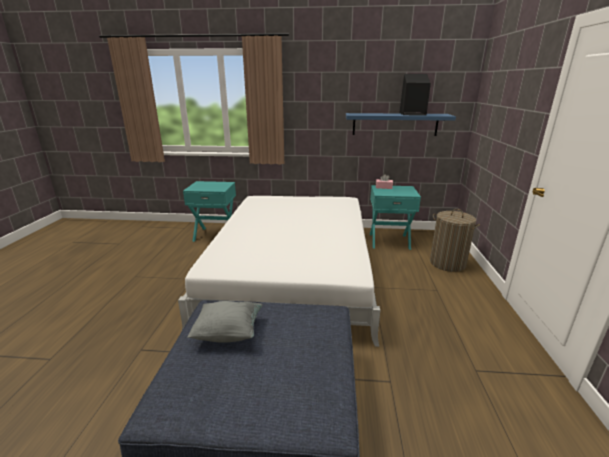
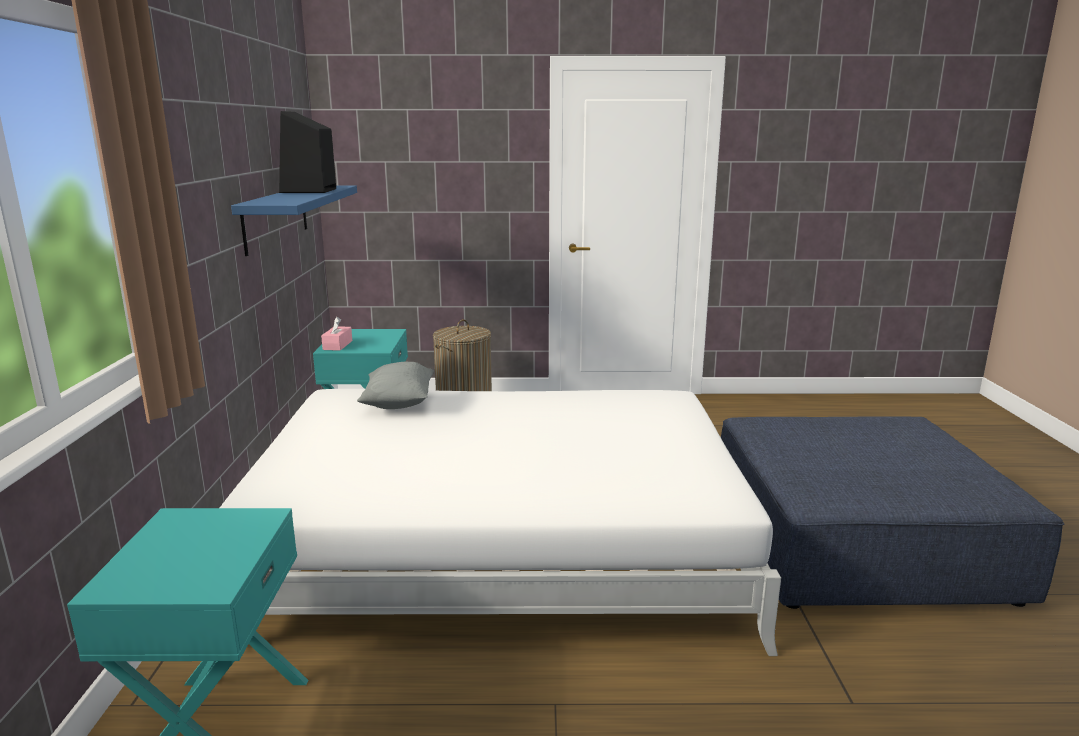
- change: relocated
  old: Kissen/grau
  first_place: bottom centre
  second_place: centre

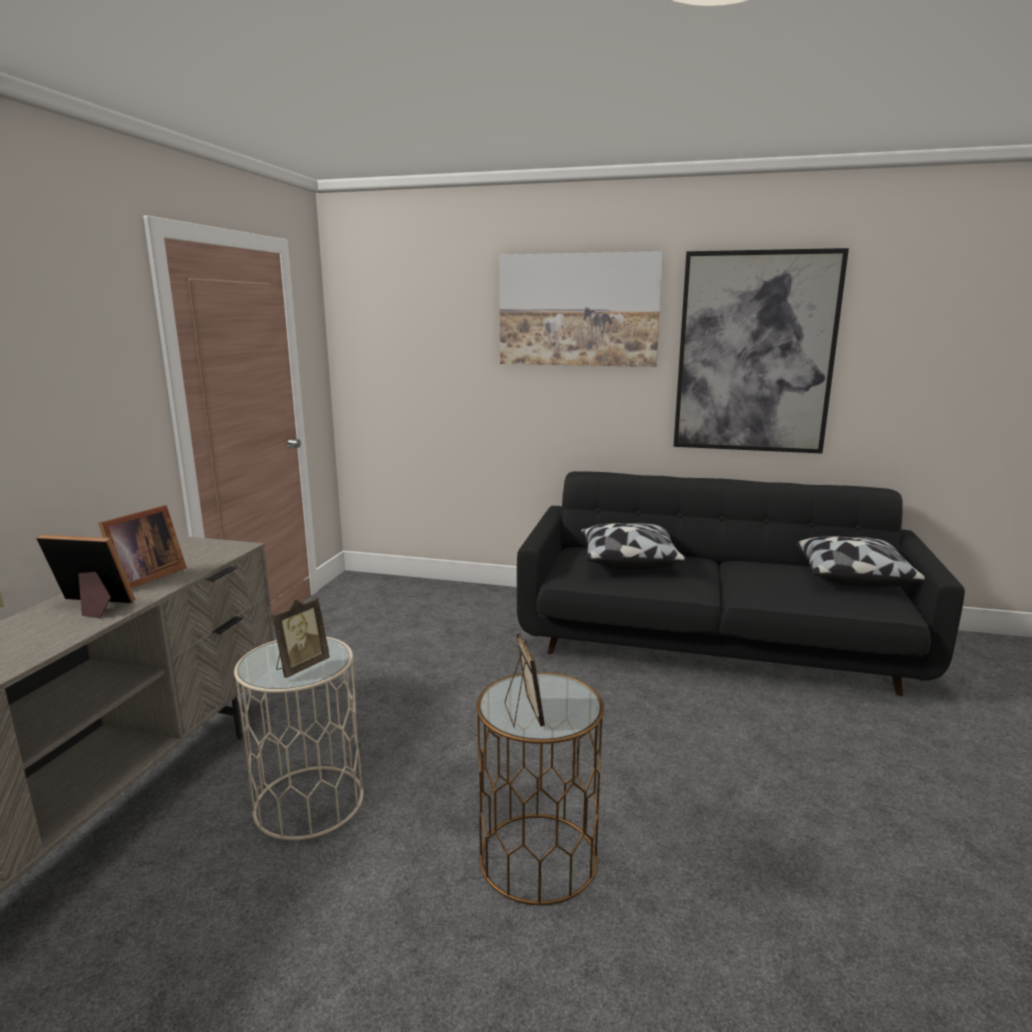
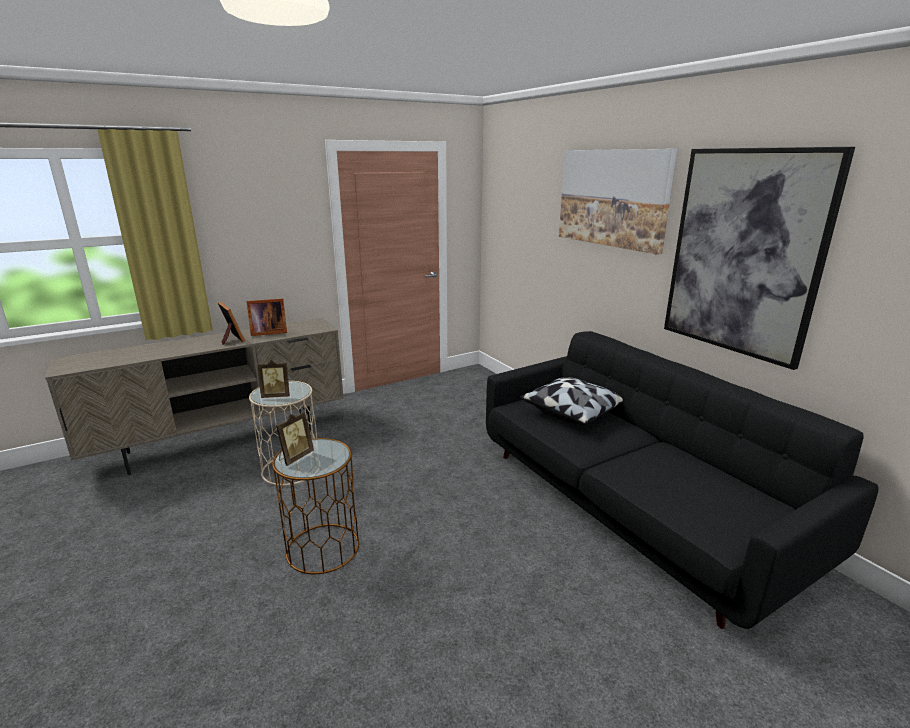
- change: missing
  old: Kissen (no. 2 from left)
  first_place: middle right

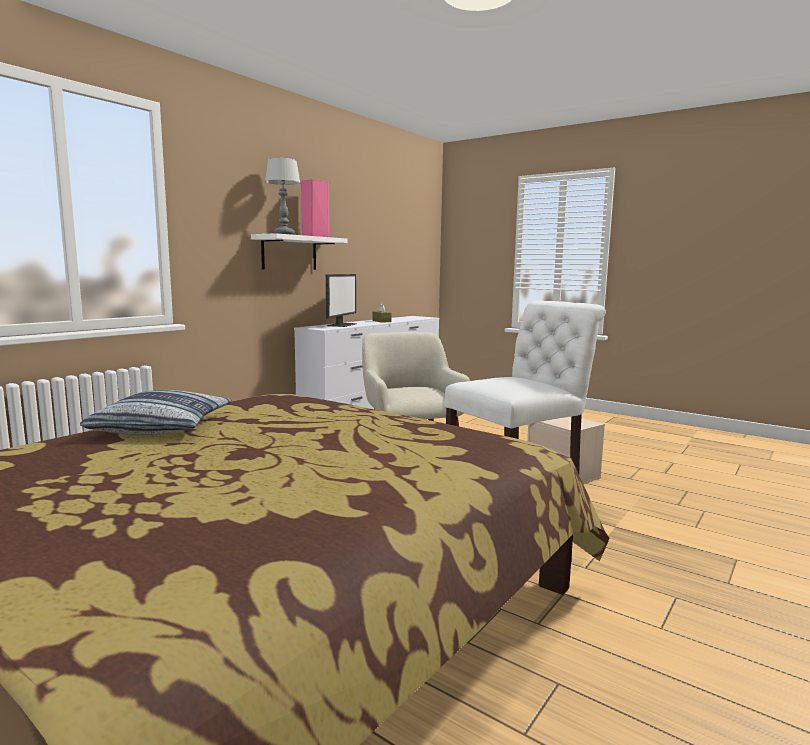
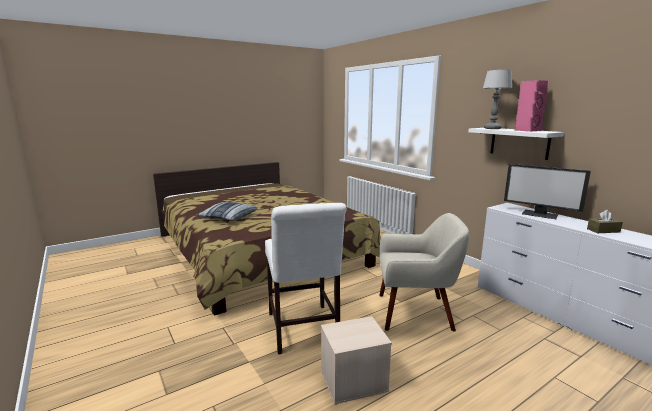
- change: relocated
  old: Kissen
  first_place: middle left
  second_place: centre

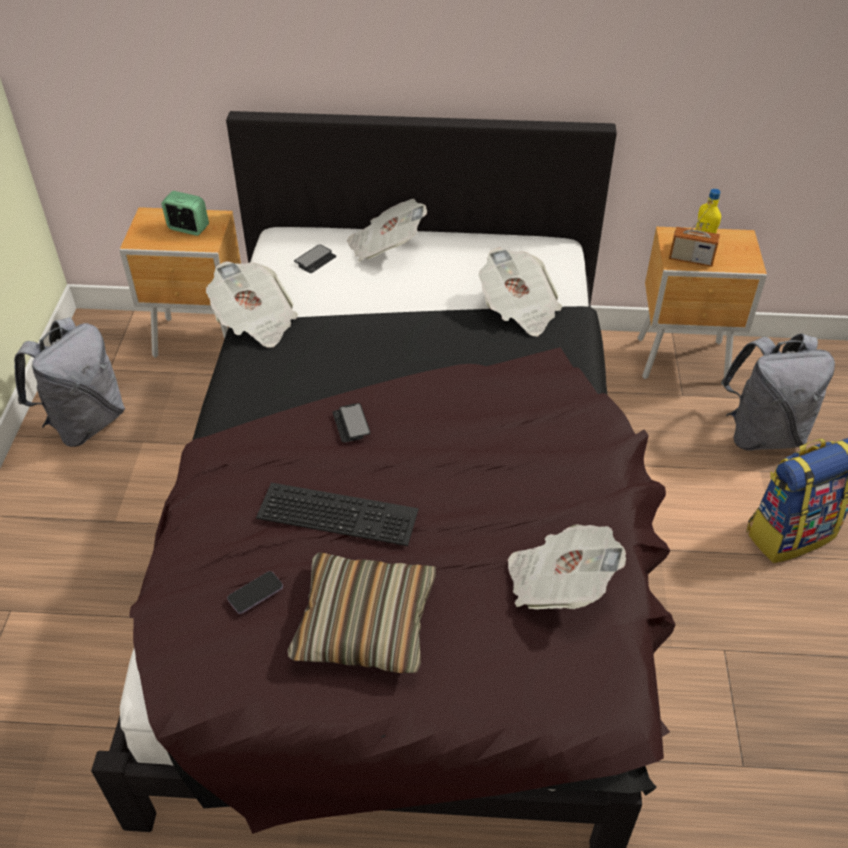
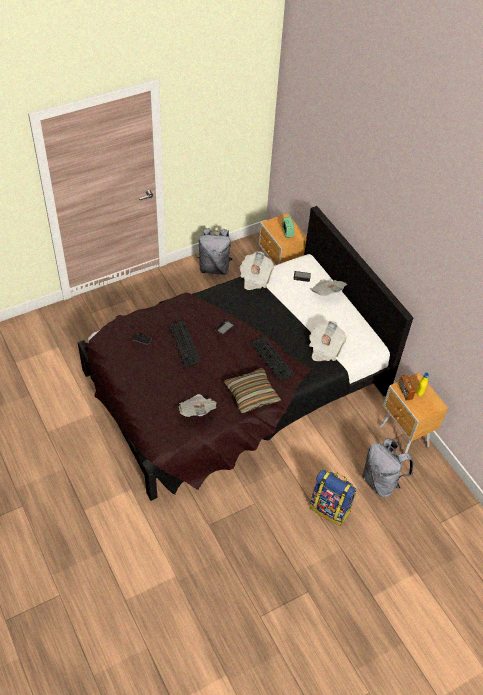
- change: relocated
  old: Kissen
  first_place: bottom centre
  second_place: centre
- change: appeared
  new: Tastatur (no. 2 from left)
  second_place: centre

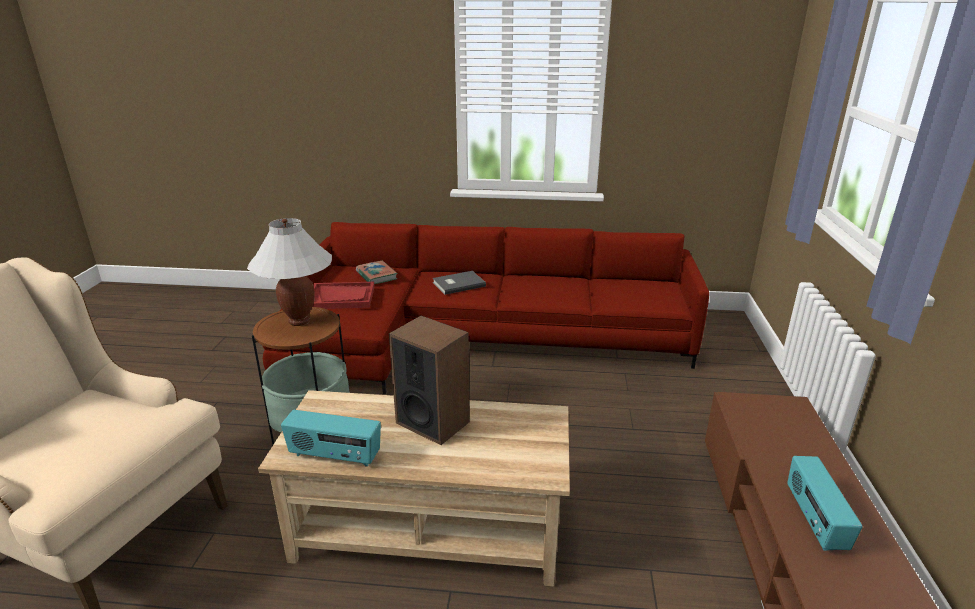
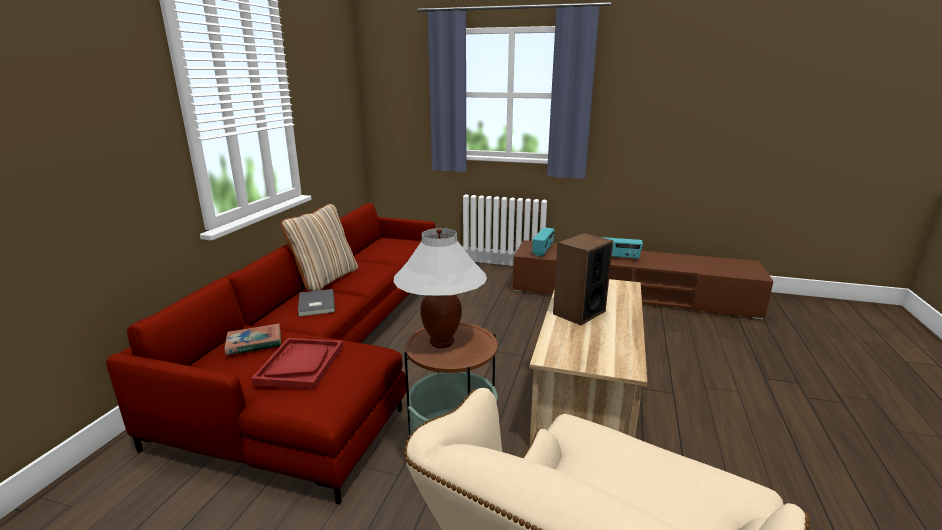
- change: relocated
  old: Radio (no. 1 from left)
  first_place: bottom centre
  second_place: centre
- change: appeared
  new: Kissen/beige
  second_place: centre

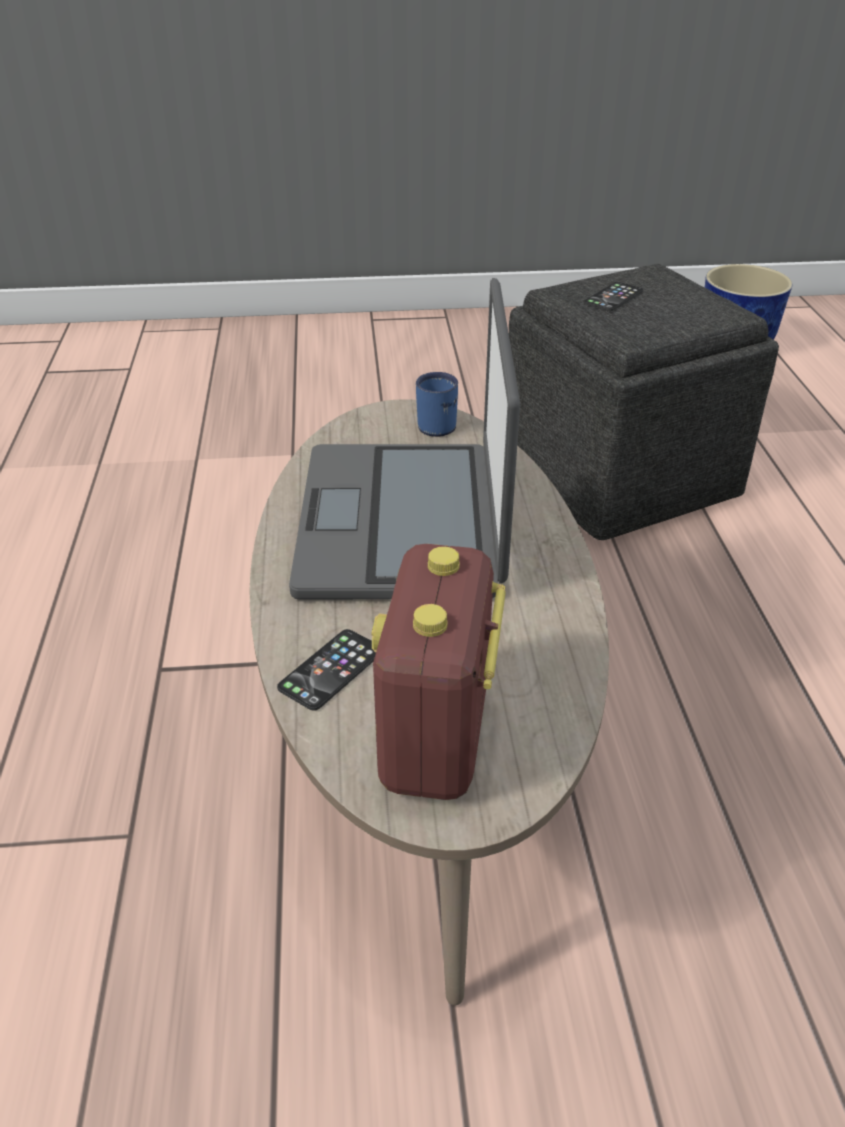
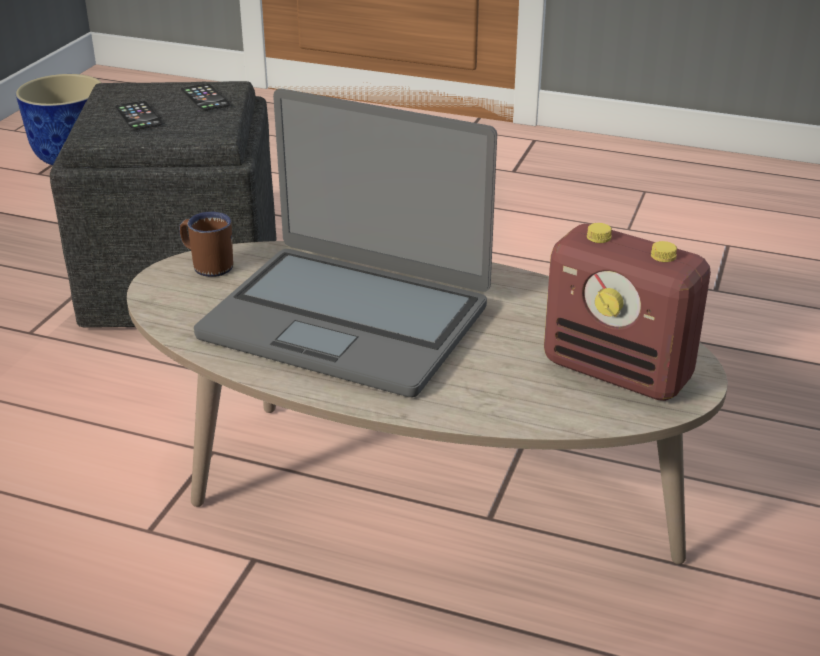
- change: relocated
  old: Handy (no. 1 from left in the first image)
  new: Handy (no. 2 from left)
  first_place: centre
  second_place: top left
- change: colour
  old: Henkelbecher/blau
  new: Henkelbecher/braun
  first_place: centre
  second_place: middle left

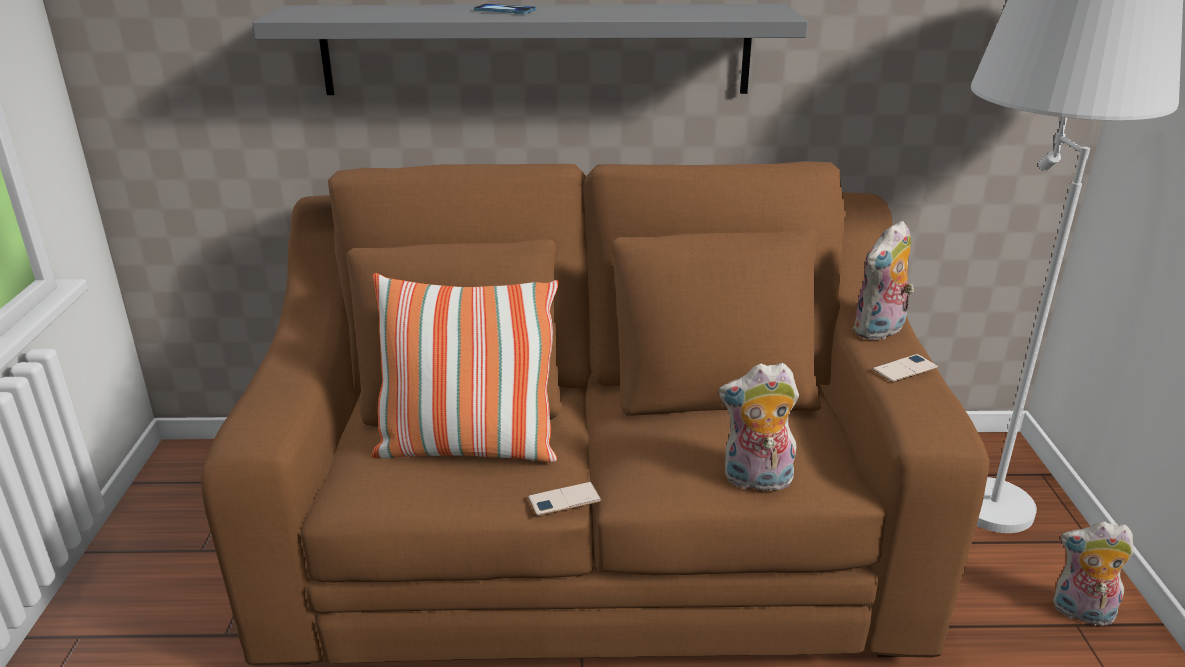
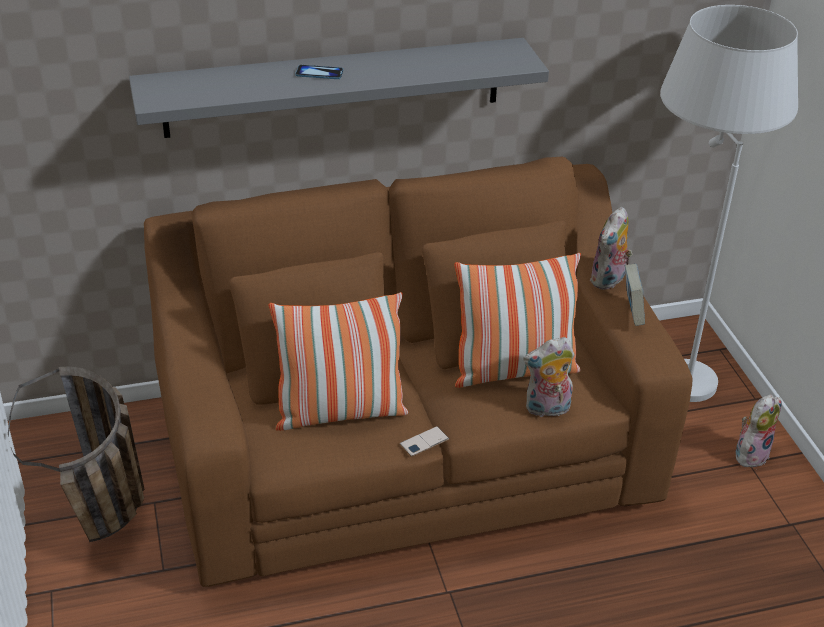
- change: exchanged
  old: Handy (no. 3 from left)
  new: Buch
  first_place: middle right
  second_place: middle right
- change: spun
  old: Plüschtier (no. 3 from left)
  first_place: bottom right
  second_place: bottom right
  degrees: 135
- change: appeared
  new: Korb
  second_place: bottom left
- change: appeared
  new: Kissen (no. 2 from left)
  second_place: centre

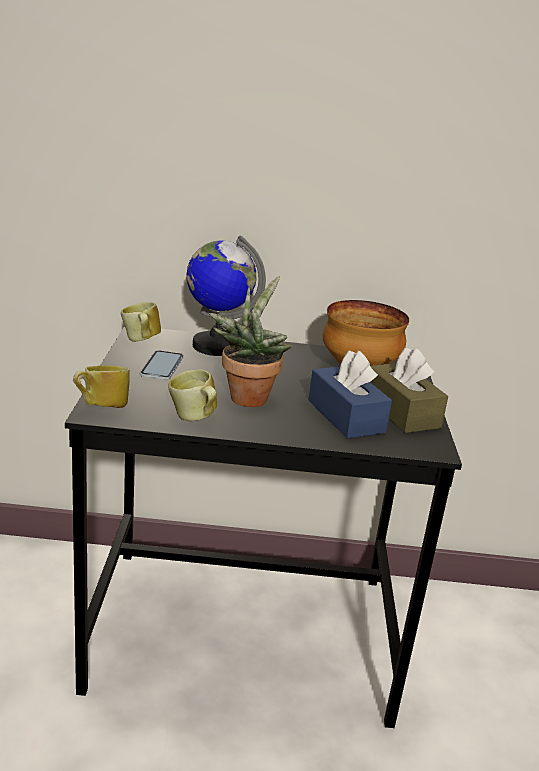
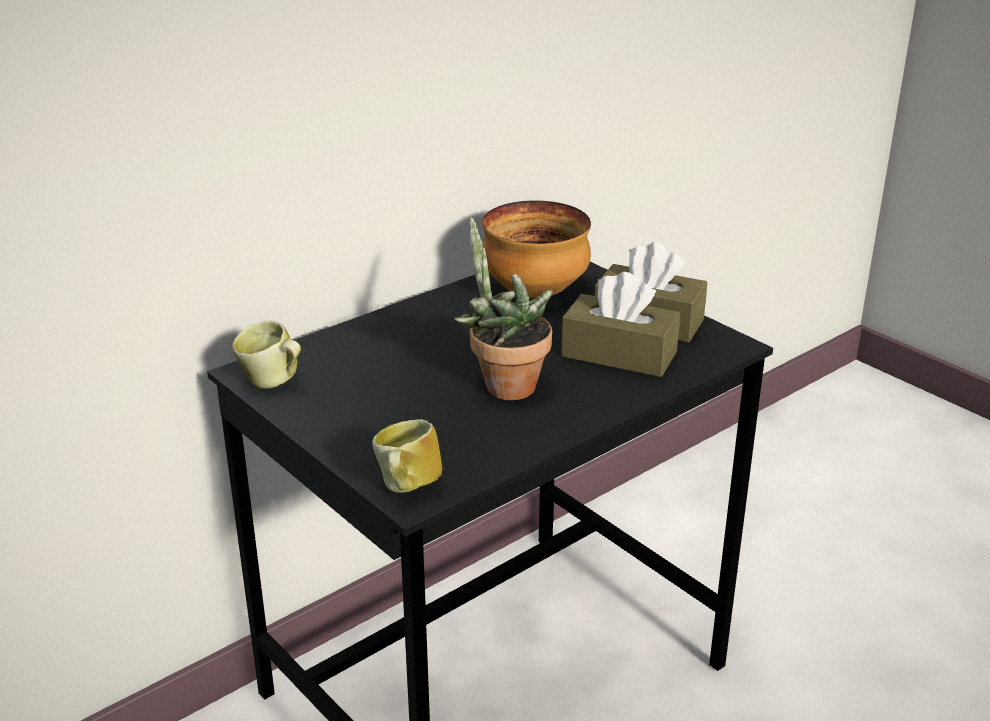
- change: missing
  old: Handy
  first_place: middle left
- change: missing
  old: Henkelbecher (no. 3 from left)
  first_place: centre
- change: missing
  old: Globus
  first_place: centre
- change: colour
  old: Taschentuchbox/blau
  new: Taschentuchbox/braun (no. 1 from left)
  first_place: centre
  second_place: centre

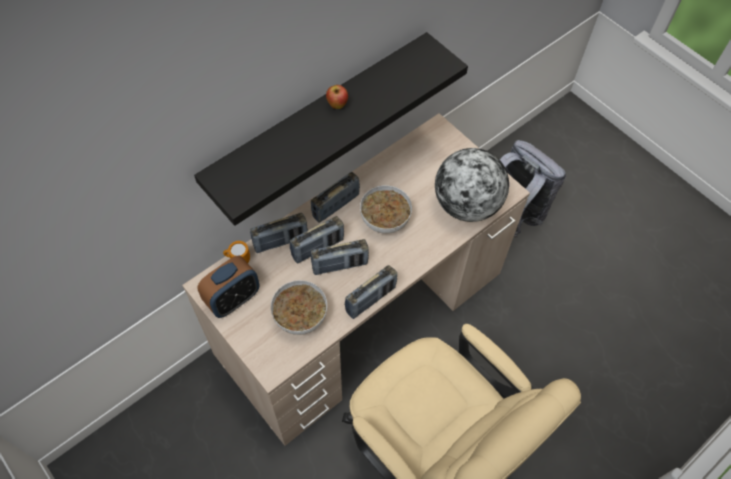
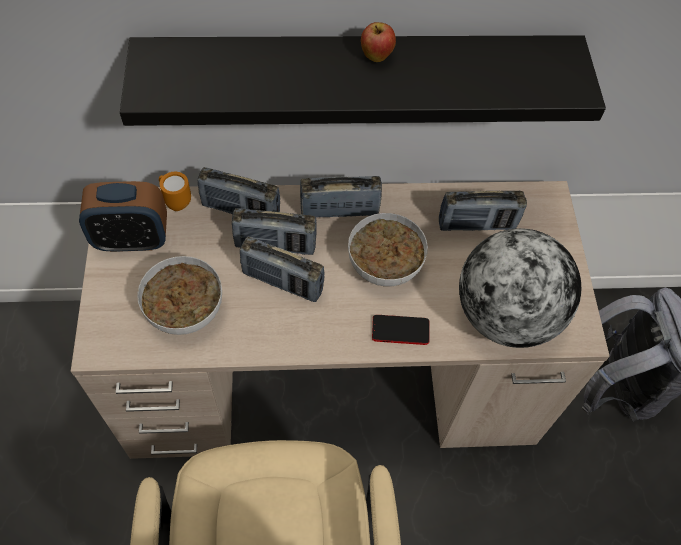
- change: relocated
  old: Radio (no. 5 from left)
  first_place: centre
  second_place: middle right
- change: appeared
  new: Handy
  second_place: centre

